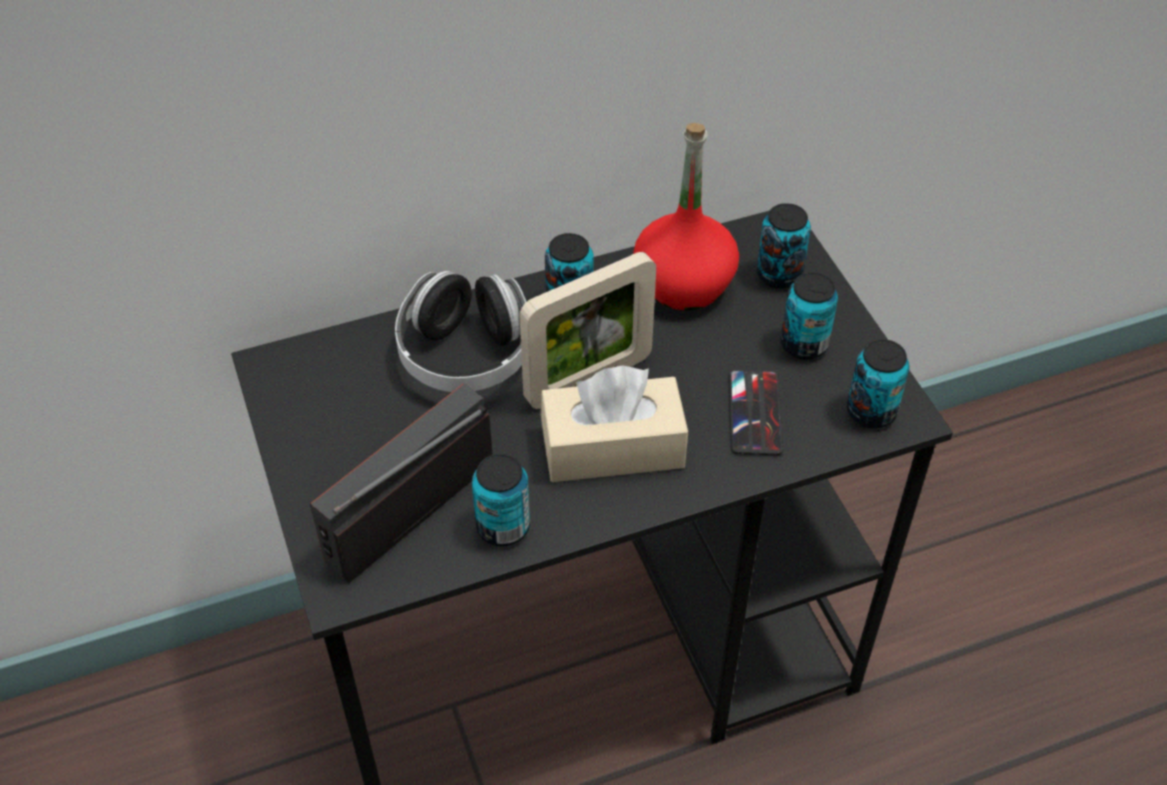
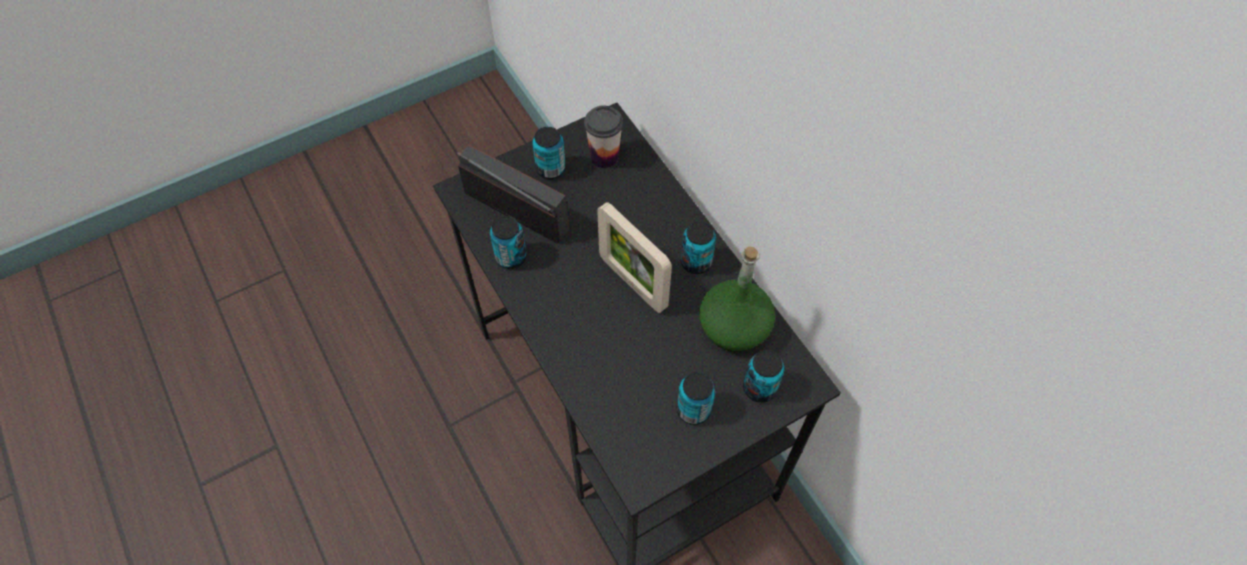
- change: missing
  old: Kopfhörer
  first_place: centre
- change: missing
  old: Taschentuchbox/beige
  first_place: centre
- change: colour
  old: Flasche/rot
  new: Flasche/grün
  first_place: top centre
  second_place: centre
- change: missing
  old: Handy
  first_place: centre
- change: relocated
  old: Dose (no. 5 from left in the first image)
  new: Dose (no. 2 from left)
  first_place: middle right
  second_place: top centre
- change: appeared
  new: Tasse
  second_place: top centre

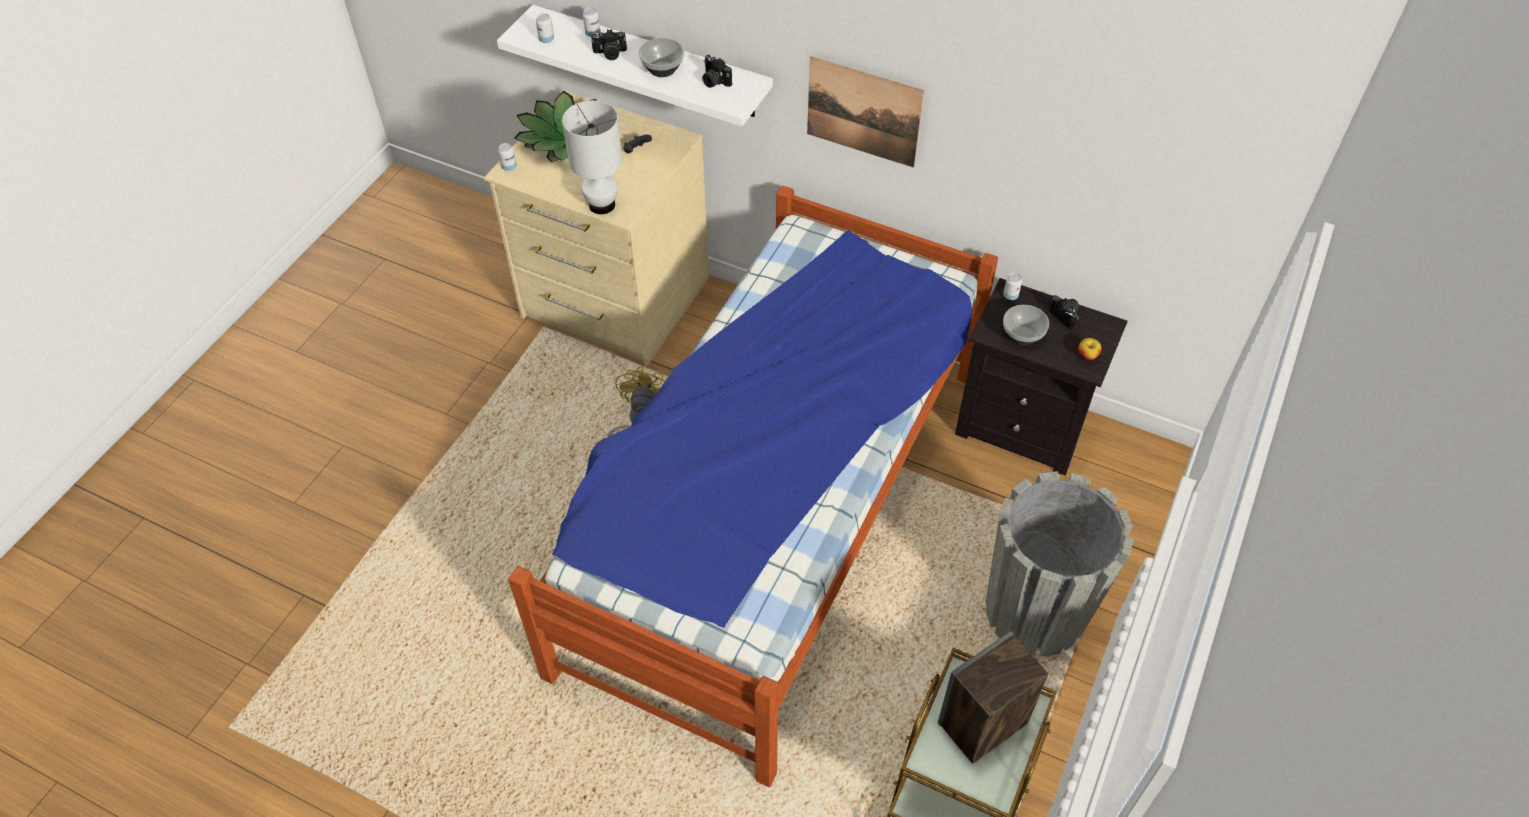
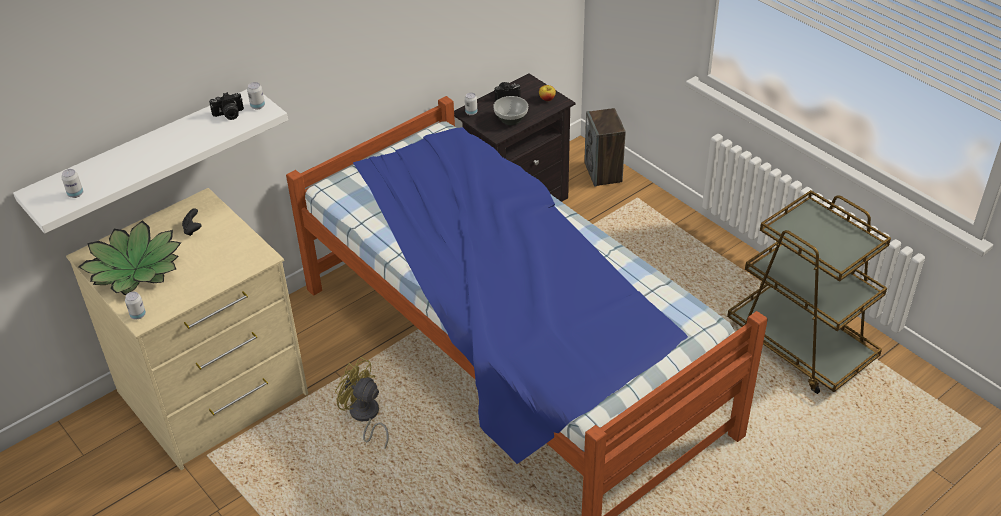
- change: missing
  old: Tischlampe/weiß
  first_place: top centre
- change: relocated
  old: Dose (no. 3 from left)
  first_place: top centre
  second_place: top left
- change: missing
  old: Kamera (no. 1 from left)
  first_place: top centre
- change: missing
  old: Schüssel (no. 1 from left)
  first_place: top centre
- change: missing
  old: Bild
  first_place: top centre
- change: relocated
  old: Lautsprecher
  first_place: bottom centre
  second_place: top centre
- change: missing
  old: Pflanzkübel/grau
  first_place: bottom right

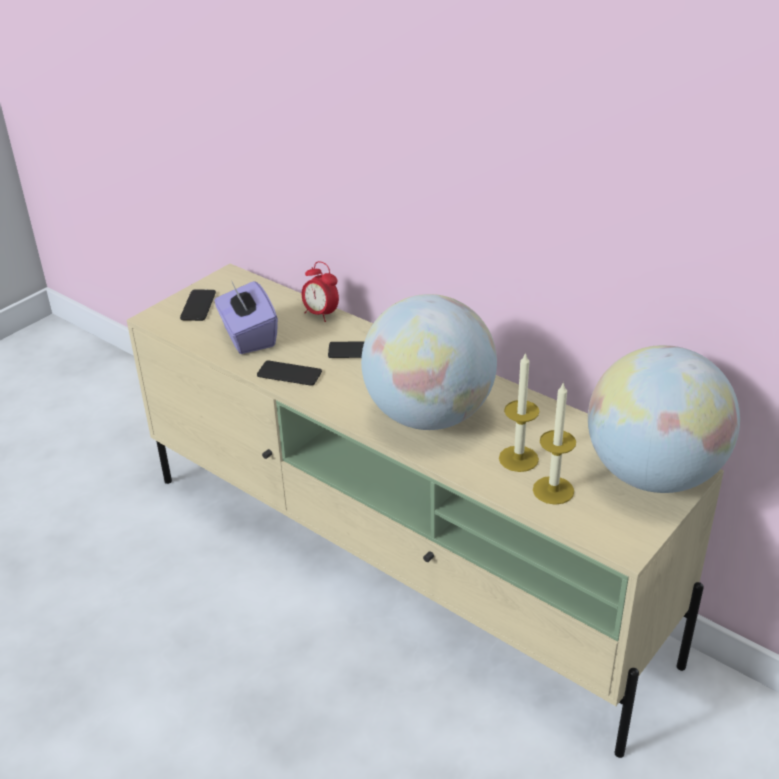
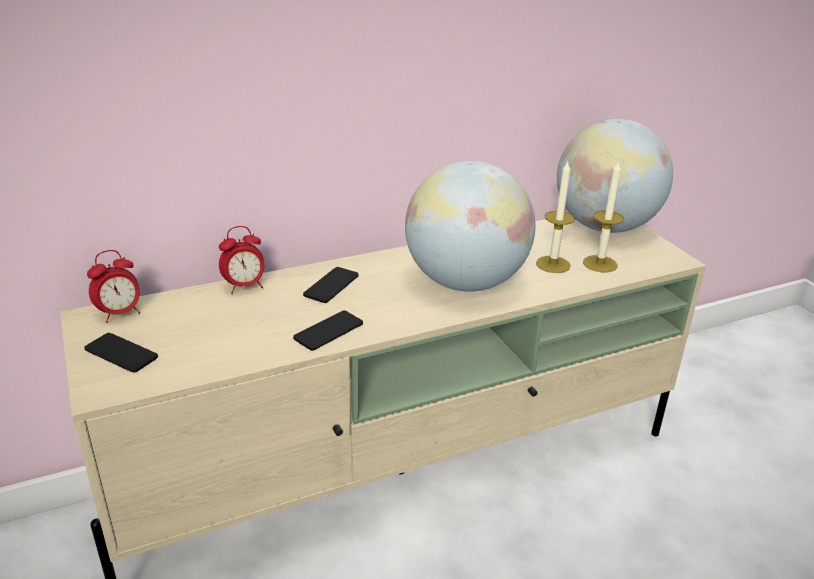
- change: missing
  old: Taschentuchbox/lila
  first_place: middle left
- change: appeared
  new: Wecker (no. 1 from left)
  second_place: middle left

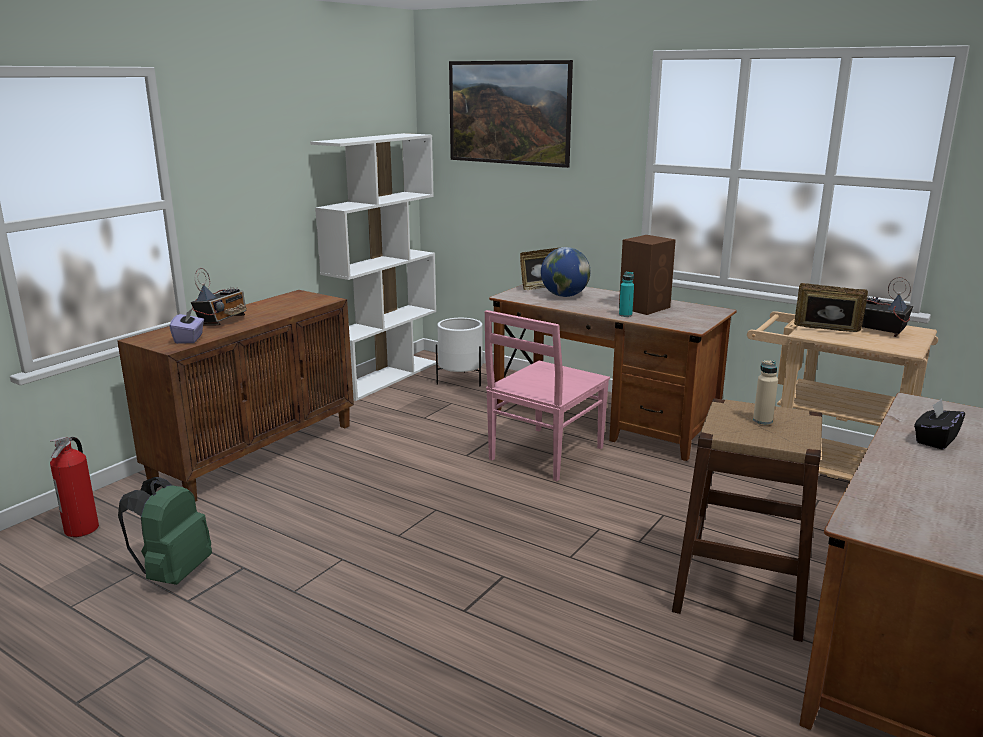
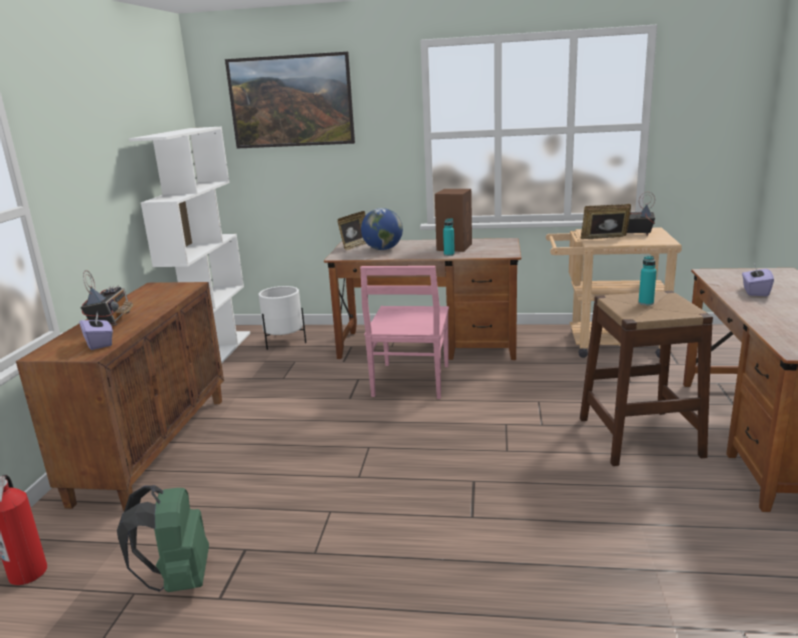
- change: colour
  old: Flasche/beige
  new: Flasche/türkis (no. 2 from left)
  first_place: middle right
  second_place: middle right
- change: colour
  old: Taschentuchbox/schwarz
  new: Taschentuchbox/lila (no. 2 from left)
  first_place: middle right
  second_place: middle right

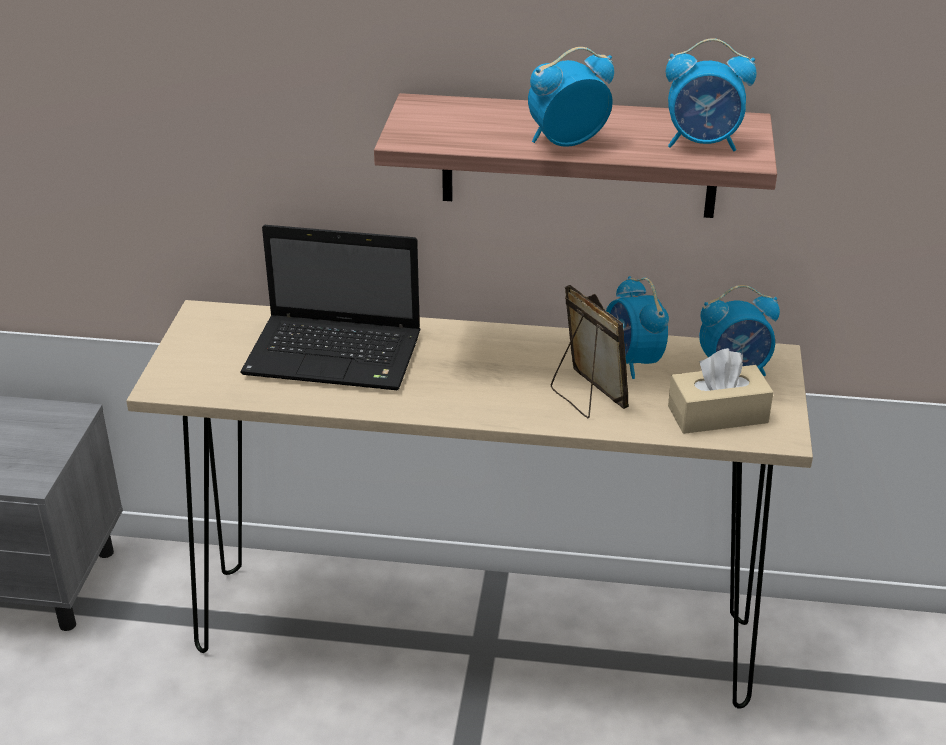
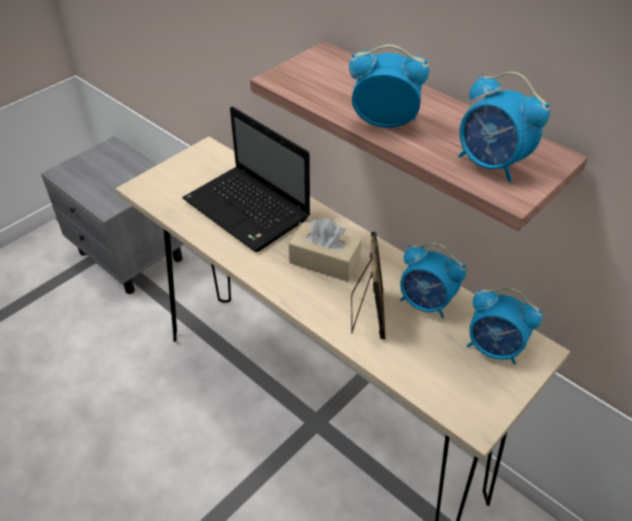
- change: spun
  old: Wecker (no. 2 from left)
  first_place: middle right
  second_place: middle right
  degrees: -75
- change: relocated
  old: Taschentuchbox/beige
  first_place: middle right
  second_place: centre

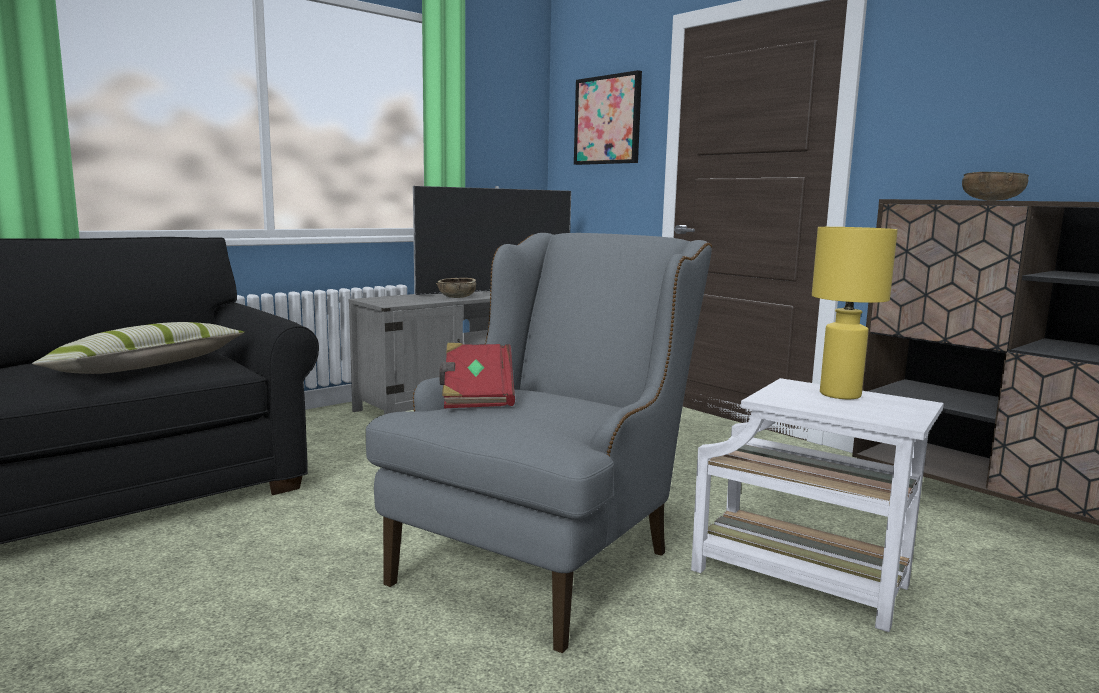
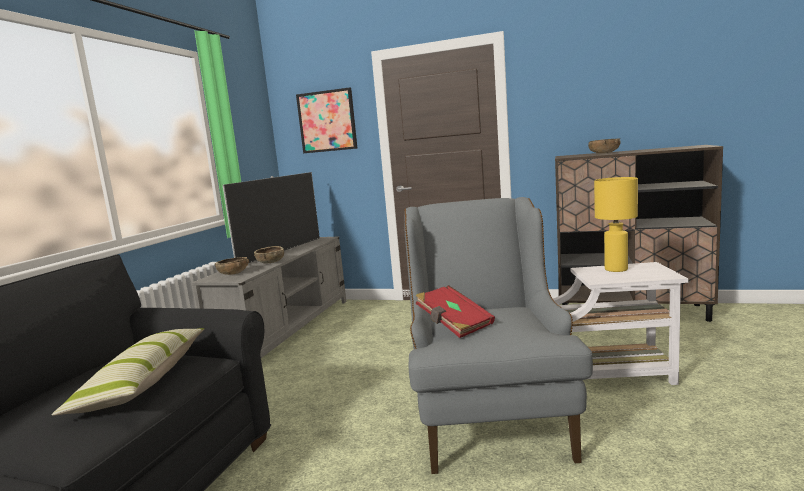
- change: appeared
  new: Schüssel/braun (no. 1 from left)
  second_place: middle left

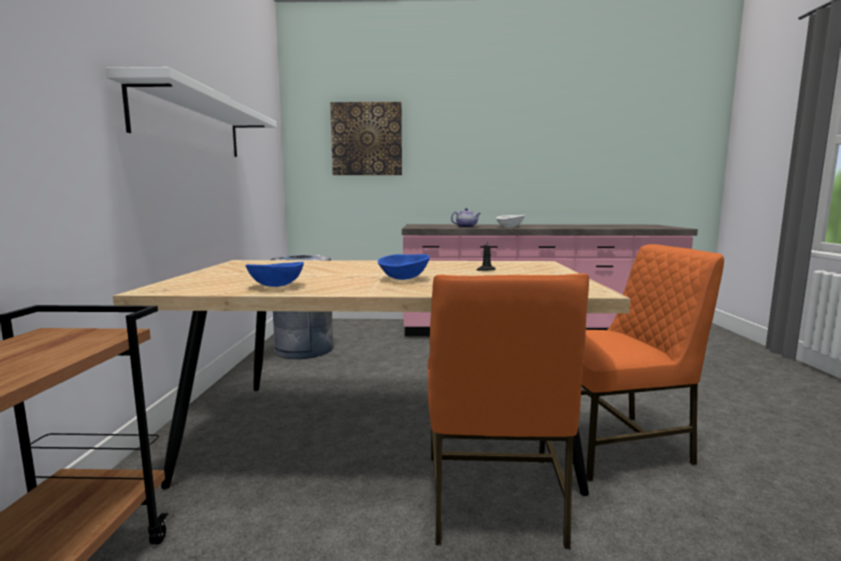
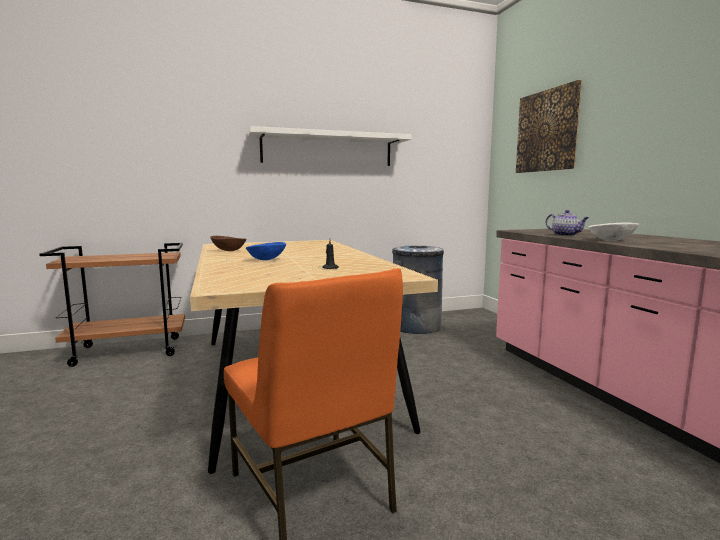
- change: colour
  old: Schüssel/blau (no. 1 from left)
  new: Schüssel/braun
  first_place: middle left
  second_place: middle left
- change: missing
  old: Stuhl/orange (no. 1 from left)
  first_place: bottom centre

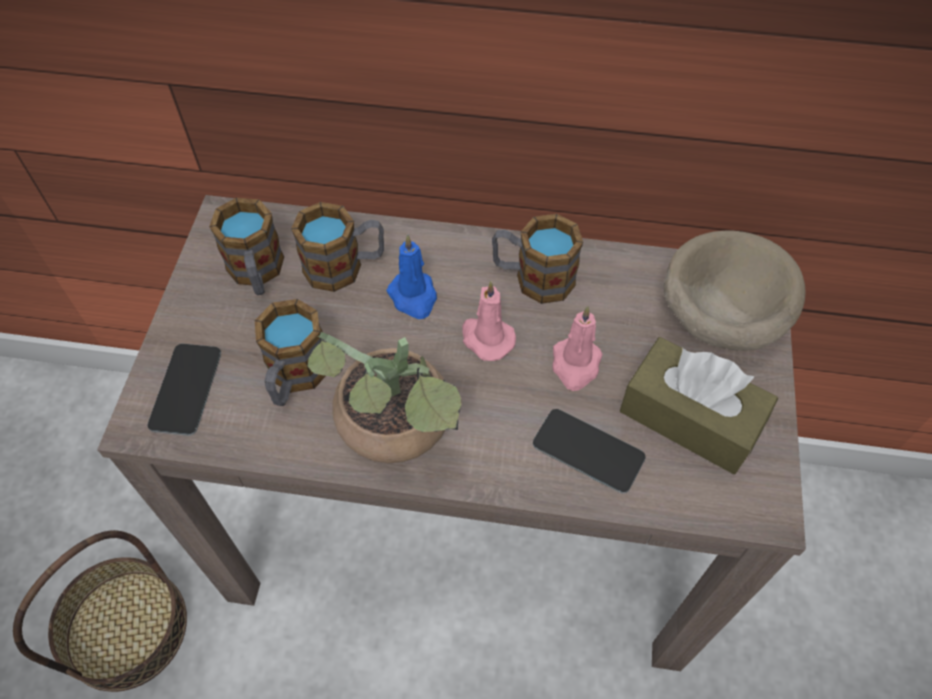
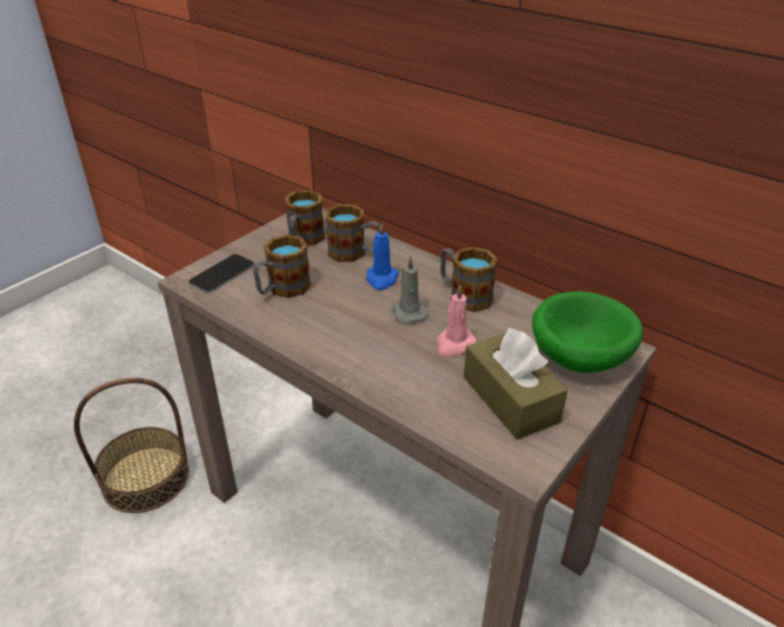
- change: missing
  old: Topfpflanze
  first_place: centre
- change: colour
  old: Kerze/rosa (no. 1 from left)
  new: Kerze/grau
  first_place: centre
  second_place: centre
- change: missing
  old: Handy (no. 2 from left)
  first_place: centre
- change: colour
  old: Schüssel/beige
  new: Schüssel/grün
  first_place: middle right
  second_place: middle right

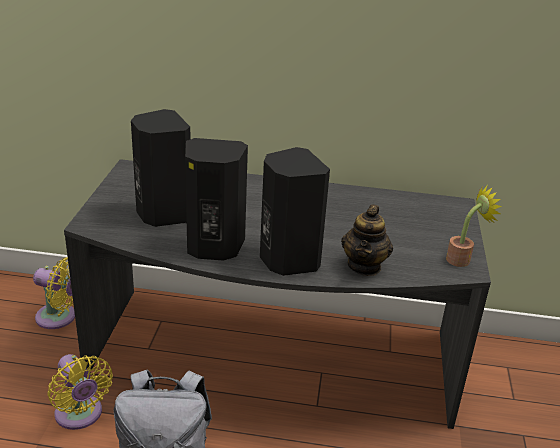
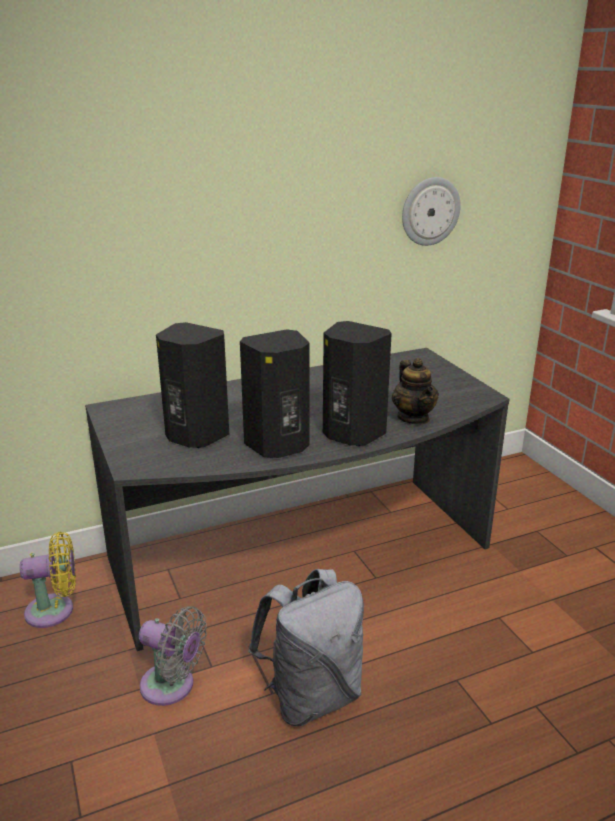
- change: colour
  old: Ventilator/gelb (no. 2 from left)
  new: Ventilator/grau
  first_place: bottom left
  second_place: bottom left
- change: missing
  old: Topfpflanze
  first_place: middle right
- change: appeared
  new: Wanduhr
  second_place: top right

